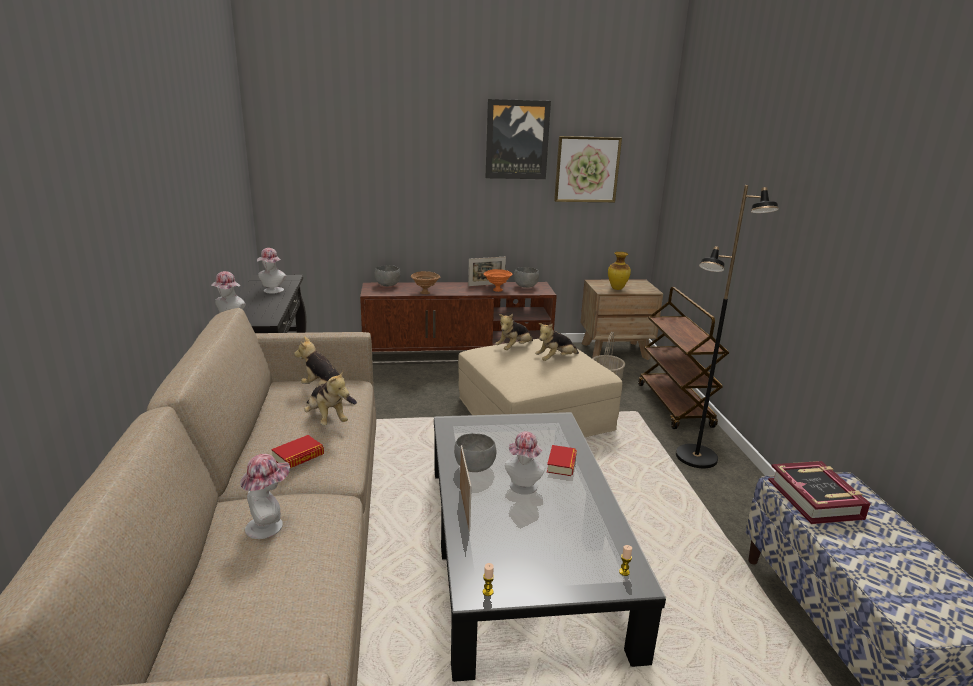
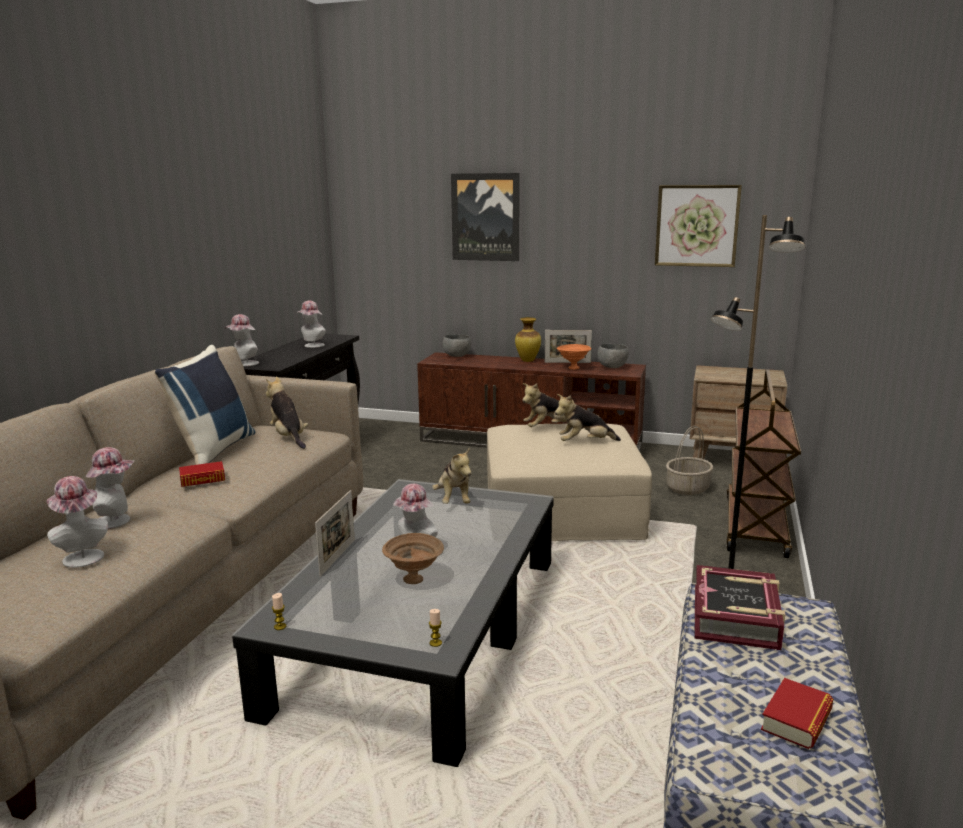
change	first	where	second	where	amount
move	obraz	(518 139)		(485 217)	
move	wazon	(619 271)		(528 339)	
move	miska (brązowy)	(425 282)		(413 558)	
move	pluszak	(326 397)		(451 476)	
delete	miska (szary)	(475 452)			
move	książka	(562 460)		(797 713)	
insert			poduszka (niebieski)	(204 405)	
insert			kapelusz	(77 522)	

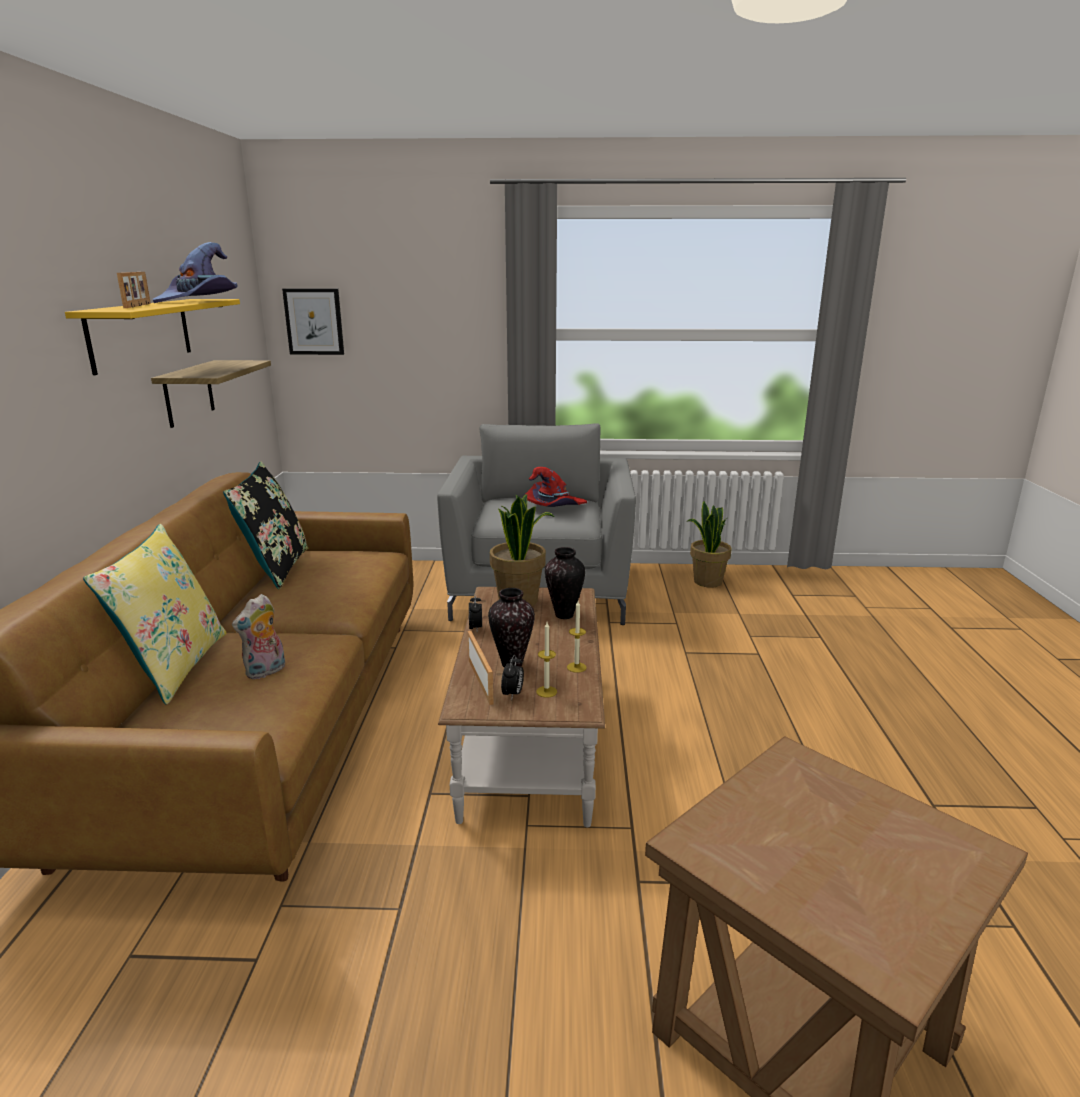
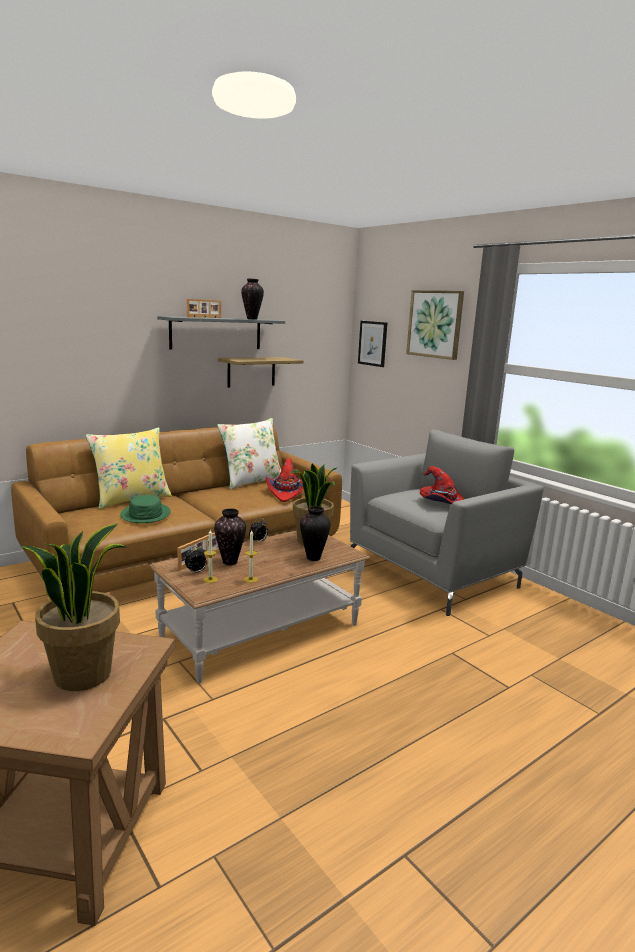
change	first	where	second	where	amount
replace	kapelusz (fioletowy)	(195 272)	wazon	(252 299)	
recolor	półka (żółty)	(152 337)	półka (szary)	(221 332)	
recolor	poduszka (czarny)	(265 525)	poduszka (biały)	(249 454)	
move	roślina doniczkowa	(709 544)		(74 607)	
replace	pluszak	(258 637)	kapelusz (zielony)	(145 509)	
insert			obraz	(435 325)	
insert			kapelusz (czerwony)	(285 480)	

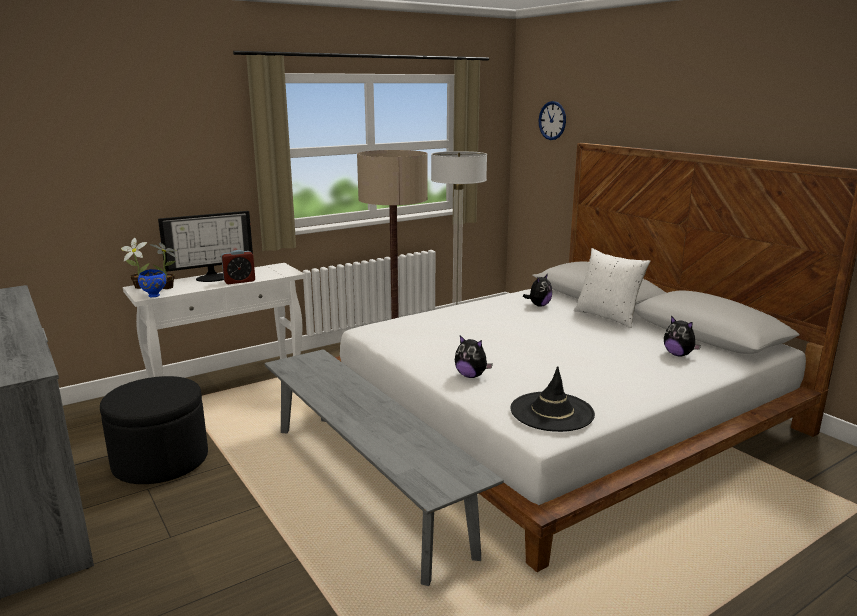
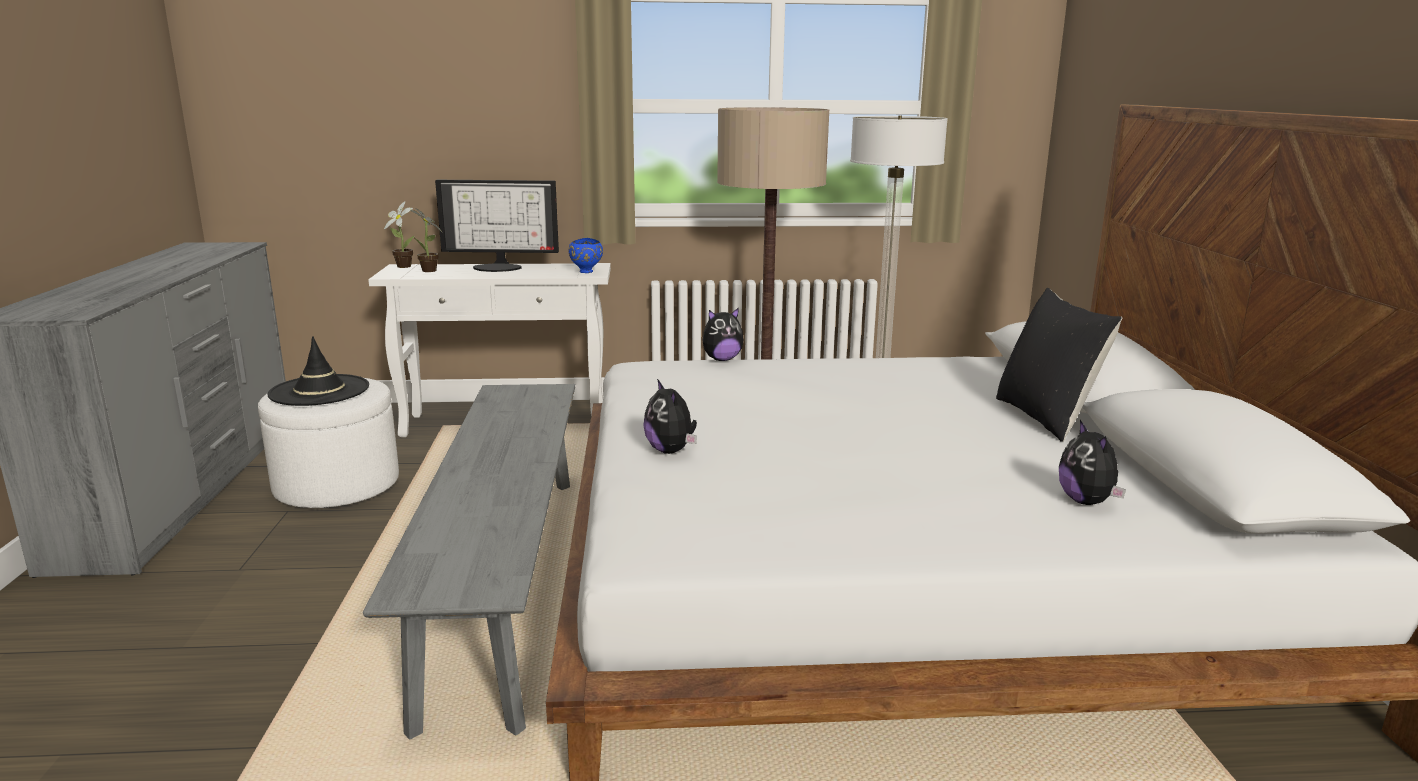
change	first	where	second	where	amount
delete	zegar ścienny	(552 120)			
recolor	poduszka (biały)	(612 288)	poduszka (czarny)	(1059 365)	
delete	budzik	(238 267)			
move	miska (niebieski)	(152 283)		(586 255)	
move	pluszak	(537 290)		(723 334)	
move	kapelusz (czarny)	(552 399)		(318 371)	
recolor	pufa (czarny)	(154 430)	pufa (biały)	(328 443)	

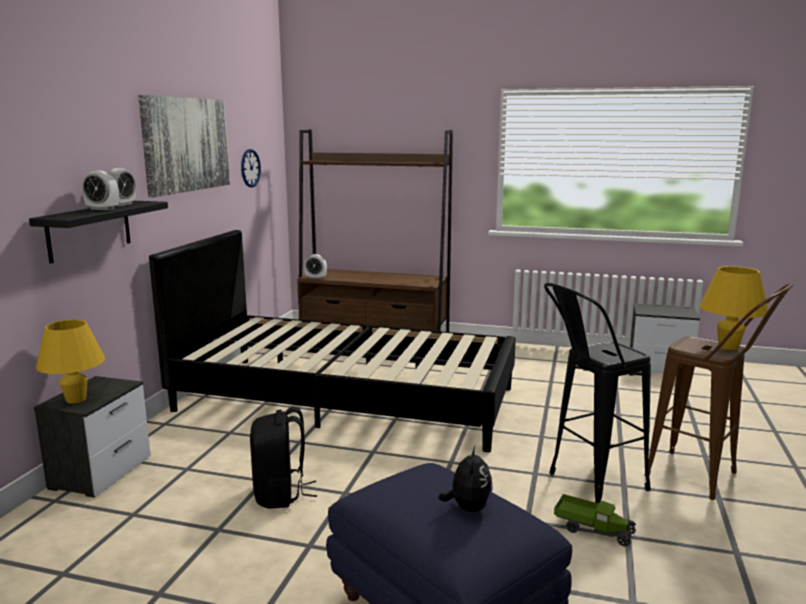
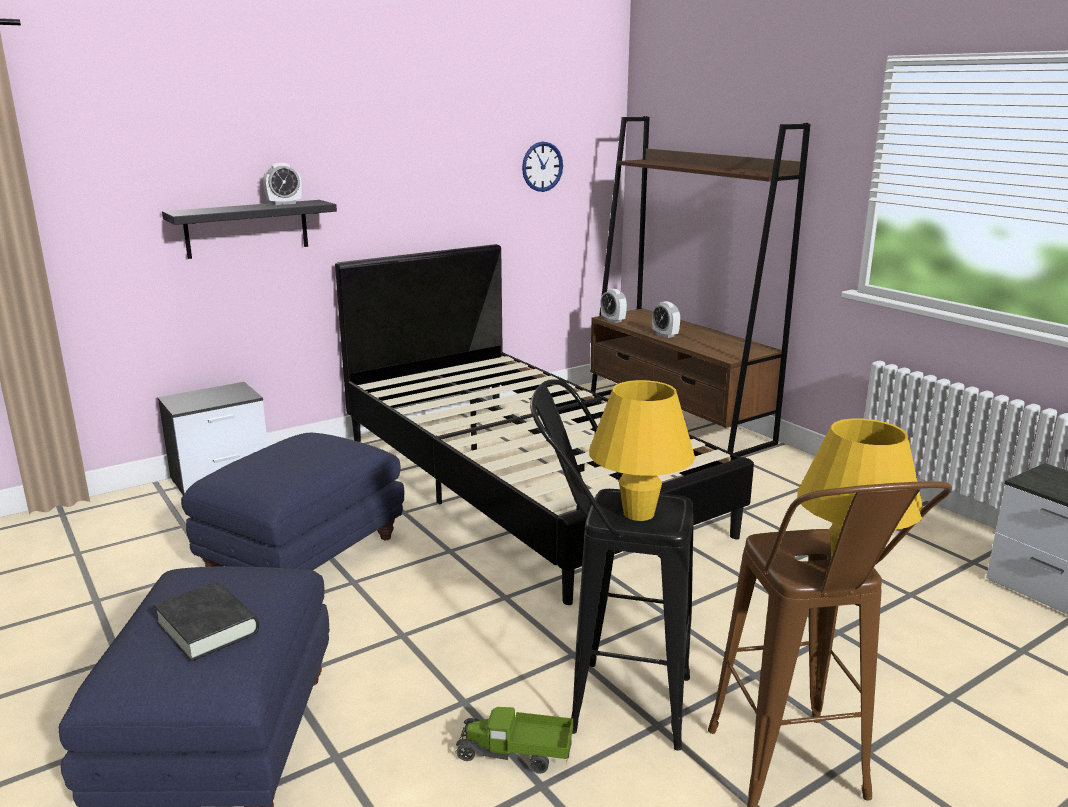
change	first	where	second	where	amount
delete	obraz	(184 146)			
move	budzik	(100 190)		(666 319)	
move	lampa stołowa (żółty)	(70 361)		(642 450)	
replace	plecak (czarny)	(283 458)	pufa (niebieski)	(293 501)	
replace	pluszak	(465 479)	książka (czarny)	(206 622)	
rotate	ciężarówka zabawkowa	(595 520)		(514 740)	120 degrees clockwise

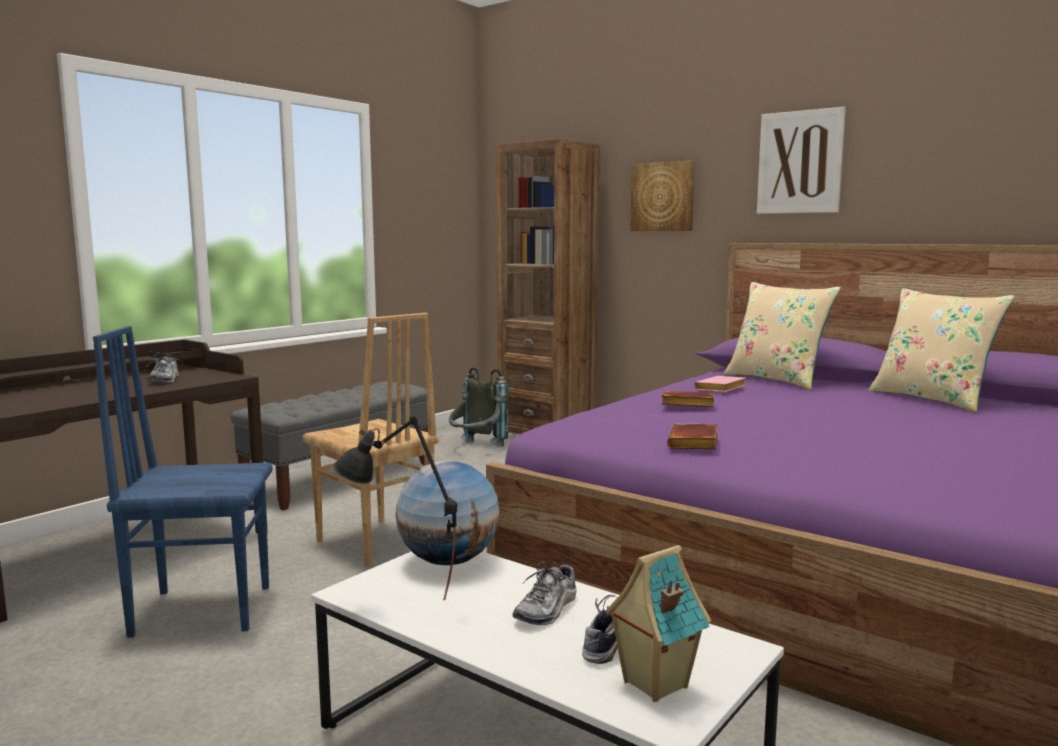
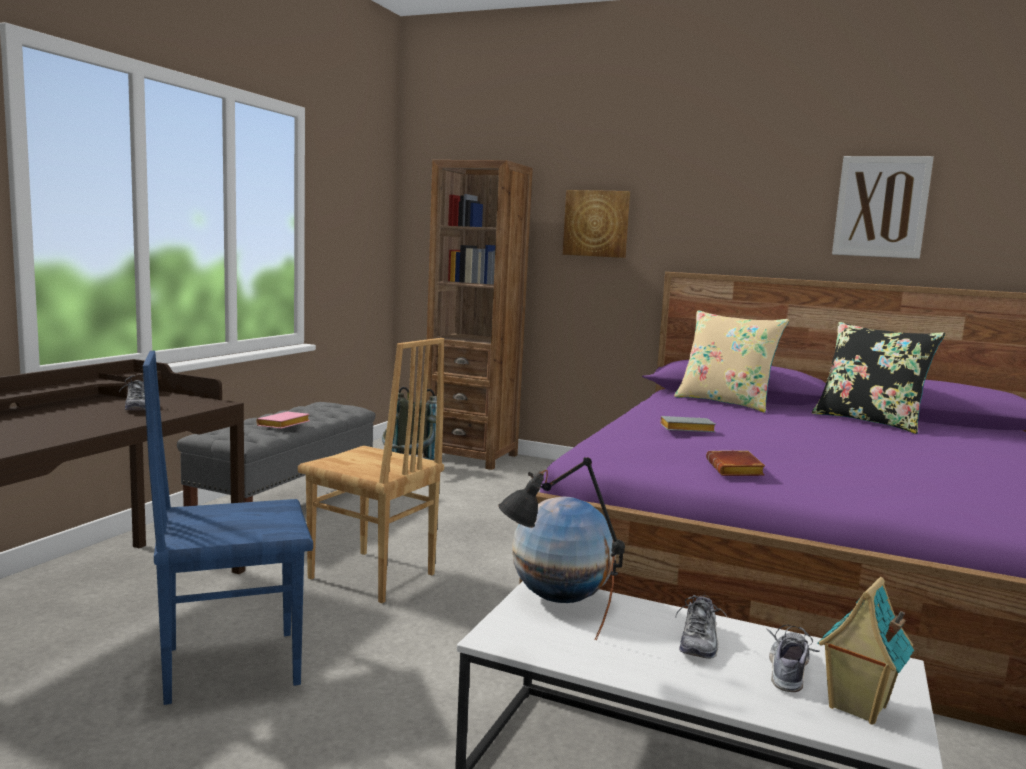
change	first	where	second	where	amount
move	obraz	(801 160)		(883 207)	
recolor	poduszka (beżowy)	(942 350)	poduszka (czarny)	(878 378)	
move	książka (różowy)	(720 384)		(283 420)	
recolor	książka (brązowy)	(688 399)	książka (szary)	(688 424)	

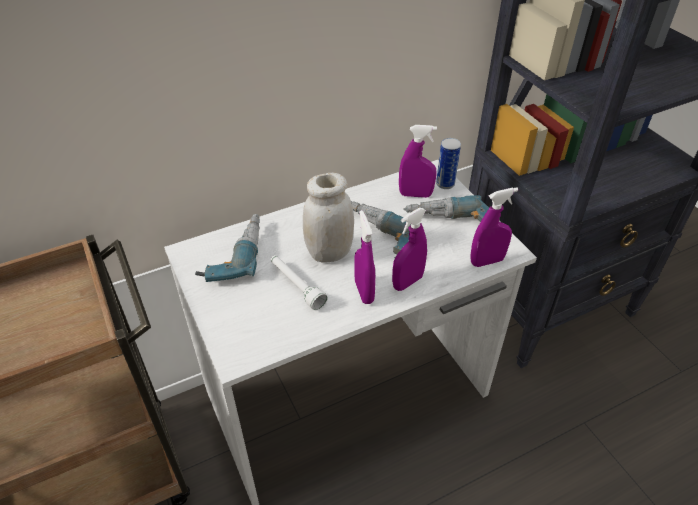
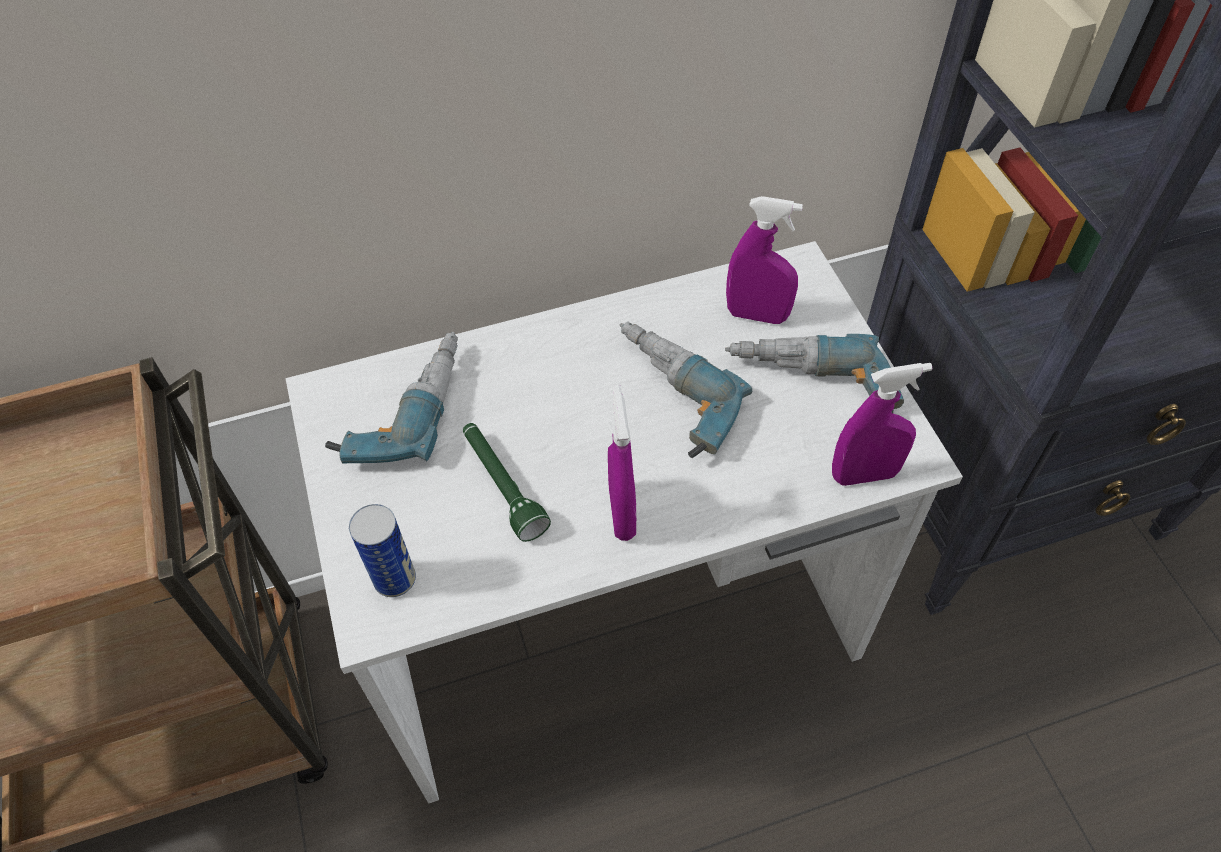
change	first	where	second	where	amount
move	puszka	(448 163)		(382 550)	
delete	słoik (biały)	(328 218)			
delete	spryskiwacz (fioletowy)	(409 249)			
recolor	latarka (biały)	(299 282)	latarka (zielony)	(507 482)	

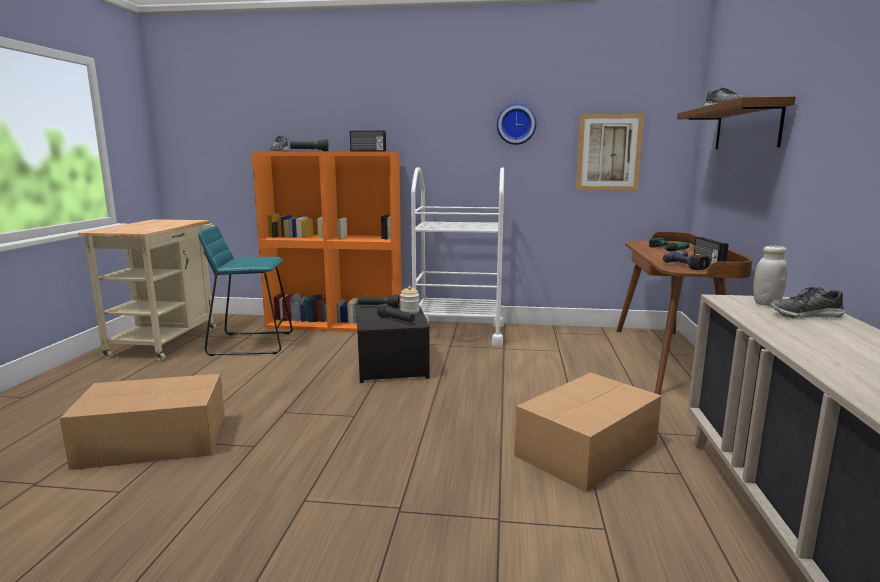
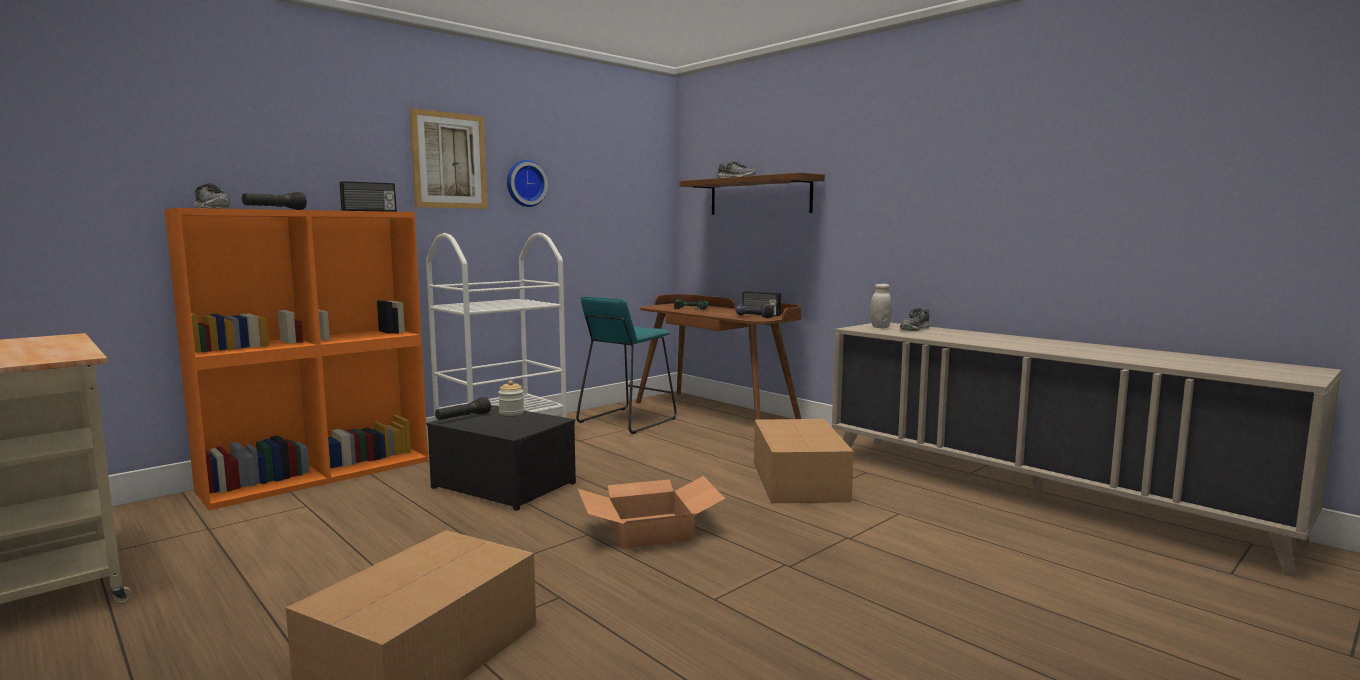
change	first	where	second	where	amount
move	obraz	(610 152)		(449 158)	
move	stołek (turkusowy)	(245 291)		(626 365)	
delete	latarka (czarny)	(396 313)			
insert			karton	(651 512)	

